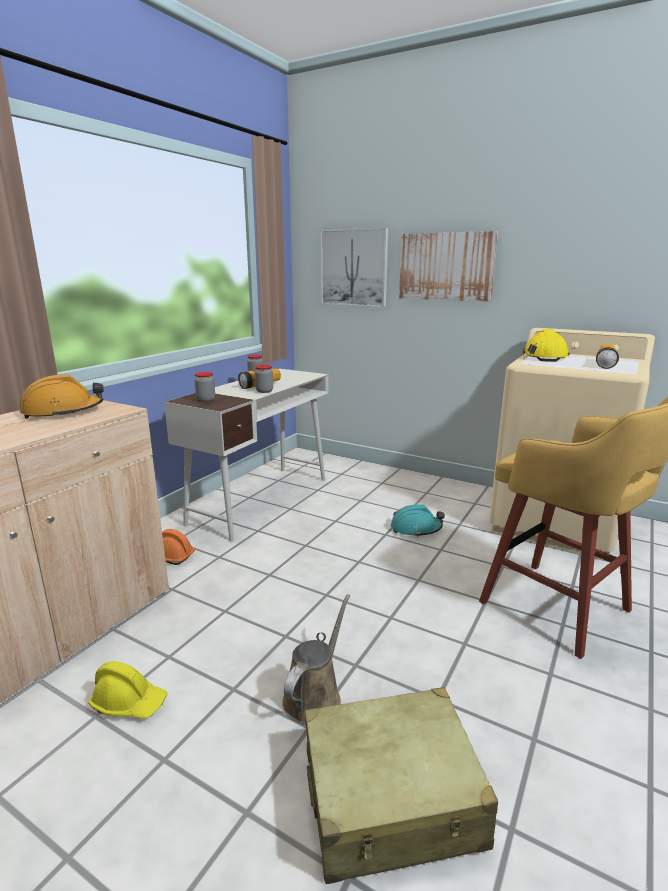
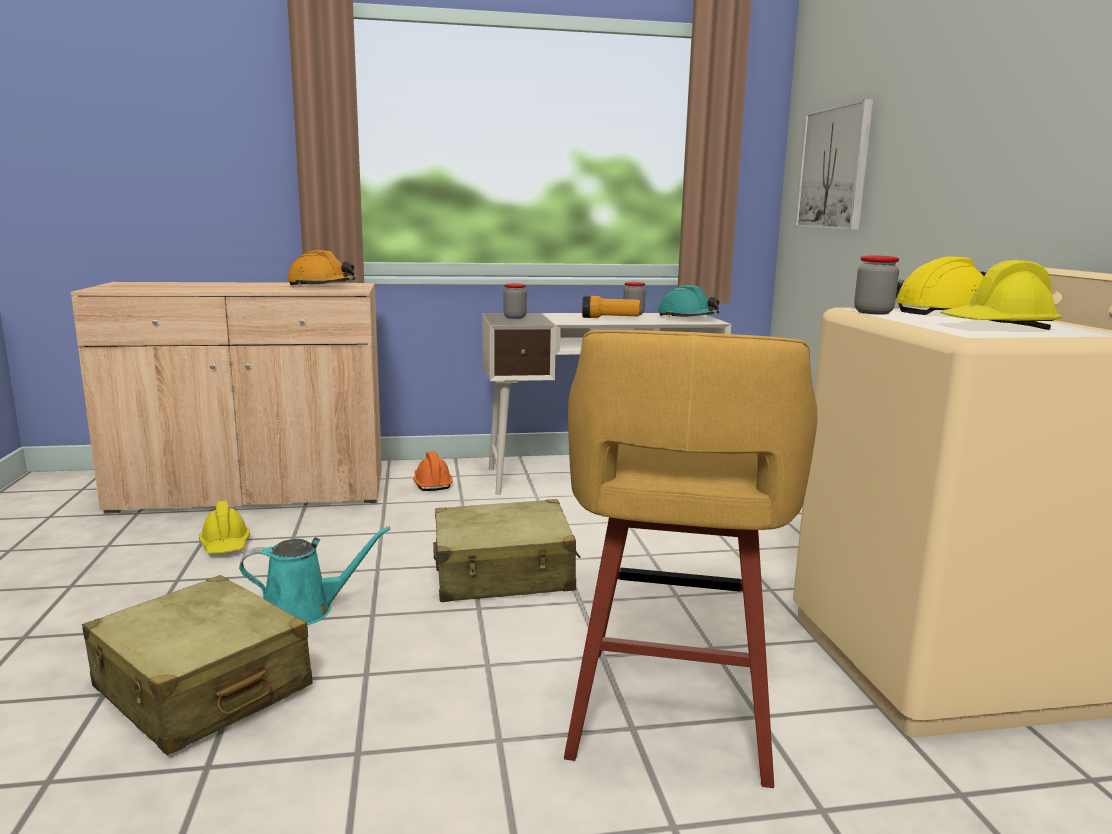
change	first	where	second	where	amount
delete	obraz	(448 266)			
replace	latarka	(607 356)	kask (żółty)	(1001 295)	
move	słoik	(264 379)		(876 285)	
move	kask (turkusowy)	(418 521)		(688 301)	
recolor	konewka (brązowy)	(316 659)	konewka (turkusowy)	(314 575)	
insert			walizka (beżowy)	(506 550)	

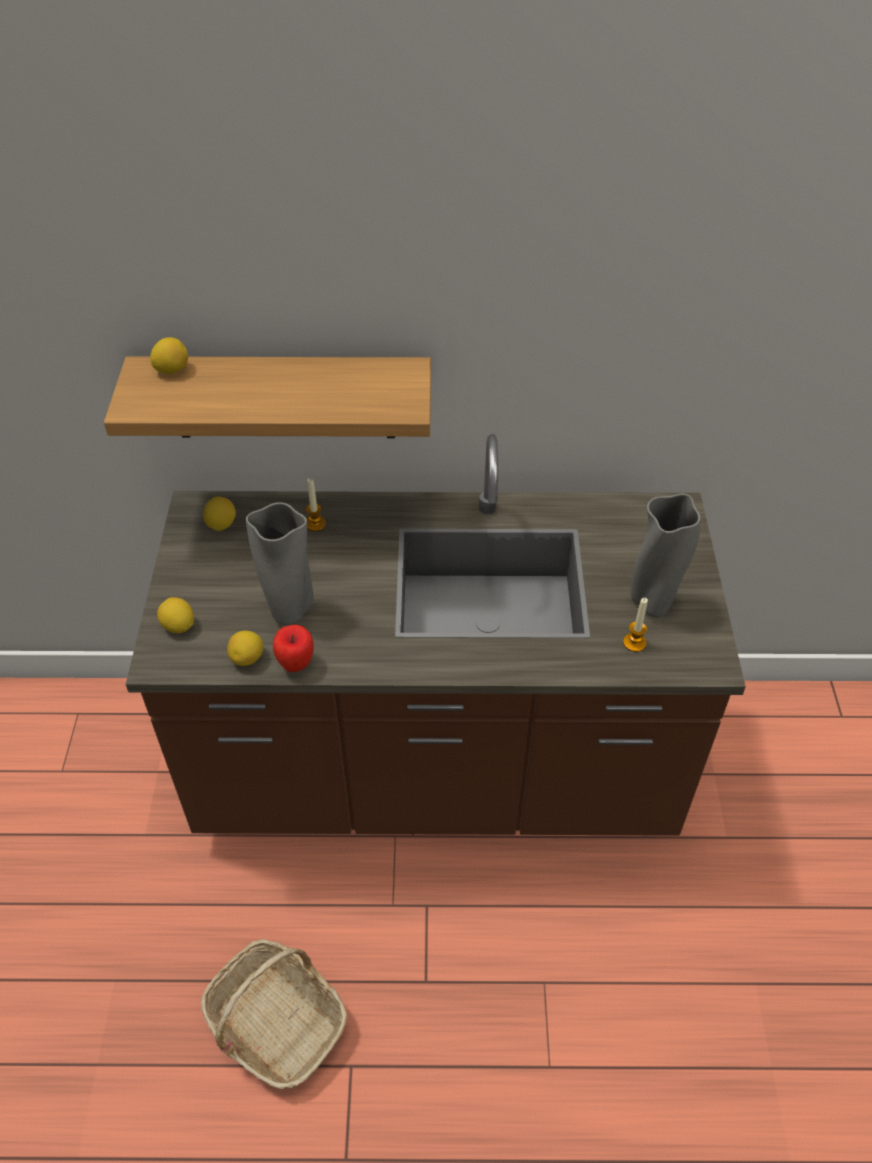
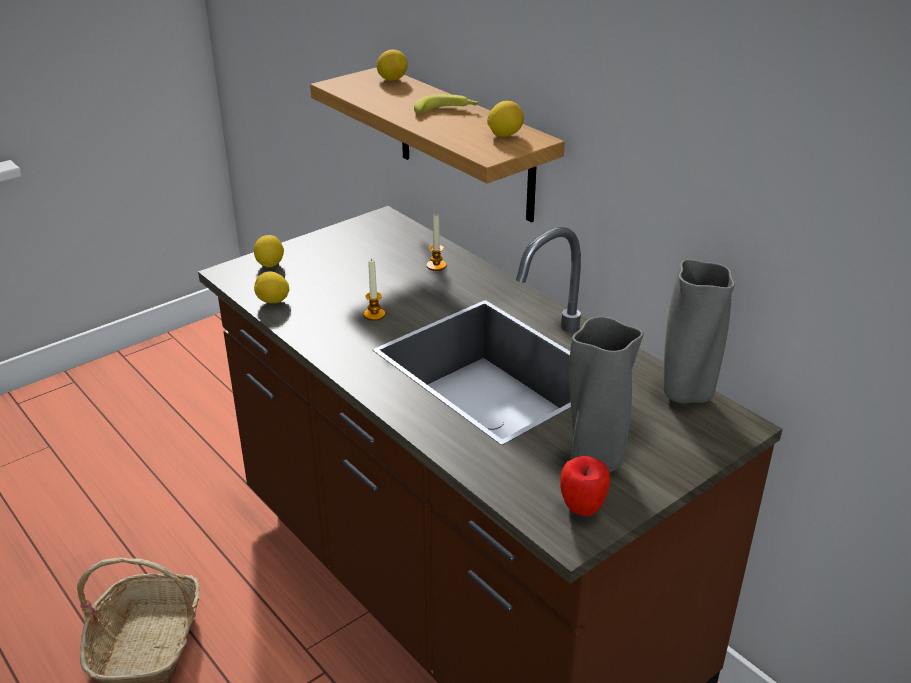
change	first	where	second	where	amount
move	cytryna	(219 514)		(505 119)	
move	wazon (szary)	(280 563)		(699 331)	
move	świeca	(635 625)		(374 289)	
move	jabłko	(293 648)		(585 486)	
insert			banan	(447 104)	

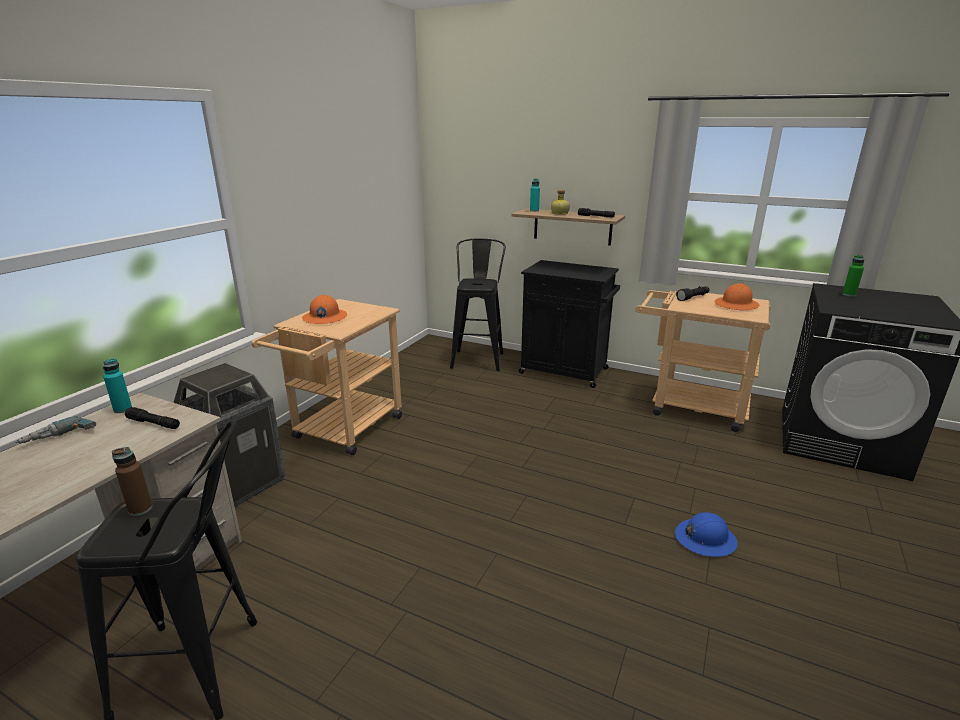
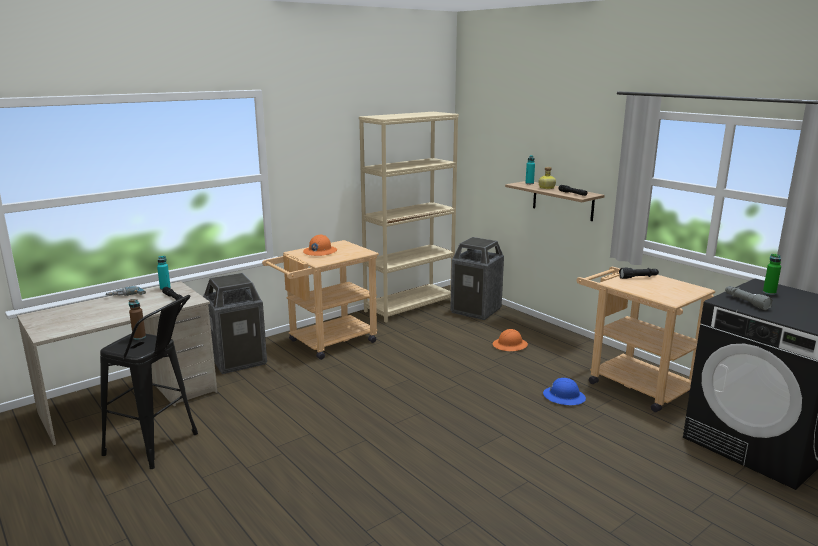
change	first	where	second	where	amount
replace	stołek (czarny)	(478 305)	kosz na śmieci	(477 278)	
delete	szafka (czarny)	(569 324)			
move	kask (pomarańczowy)	(737 296)		(510 340)	
move	kask (niebieski)	(706 534)		(564 391)	
insert			regał (beżowy)	(409 217)	
insert			latarka (szary)	(749 298)	

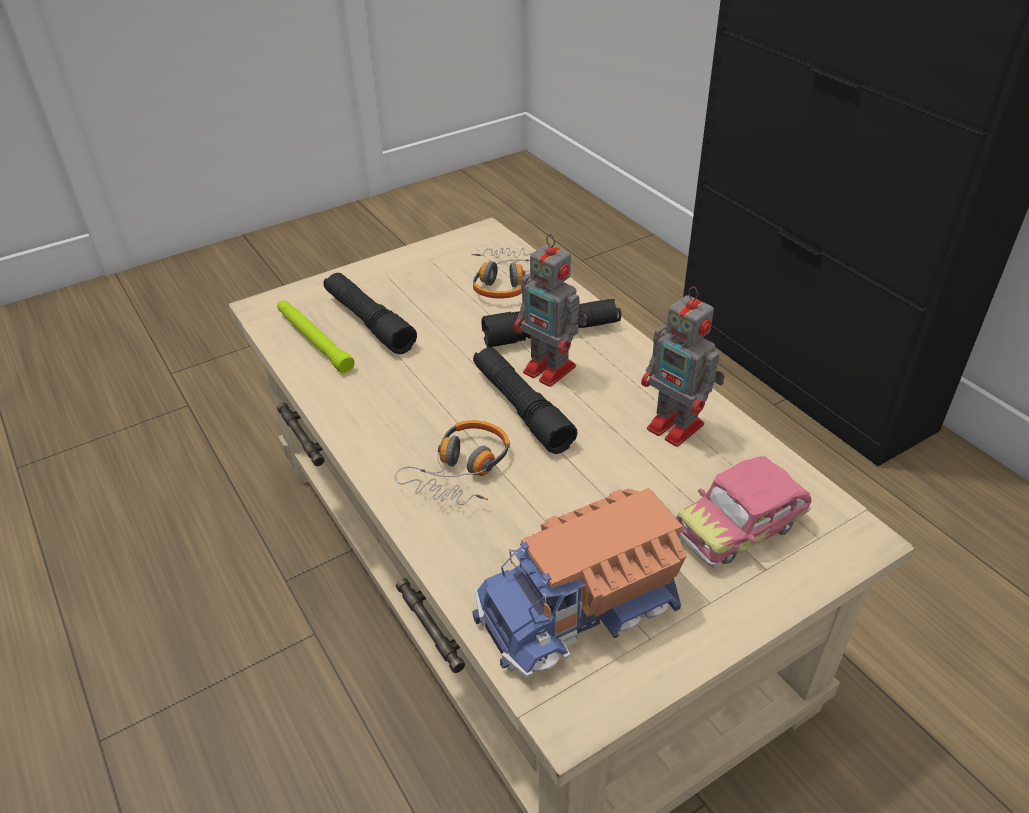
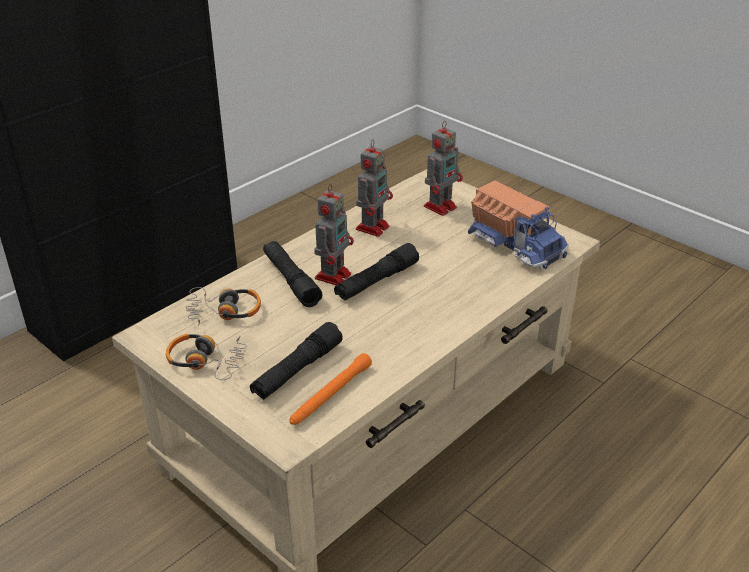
change	first	where	second	where	amount
recolor	latarka (zielony)	(316 336)	latarka (pomarańczowy)	(331 389)	
move	słuchawki	(452 462)		(206 357)	
replace	samochodzik	(744 512)	robot zabawkowy	(443 168)	

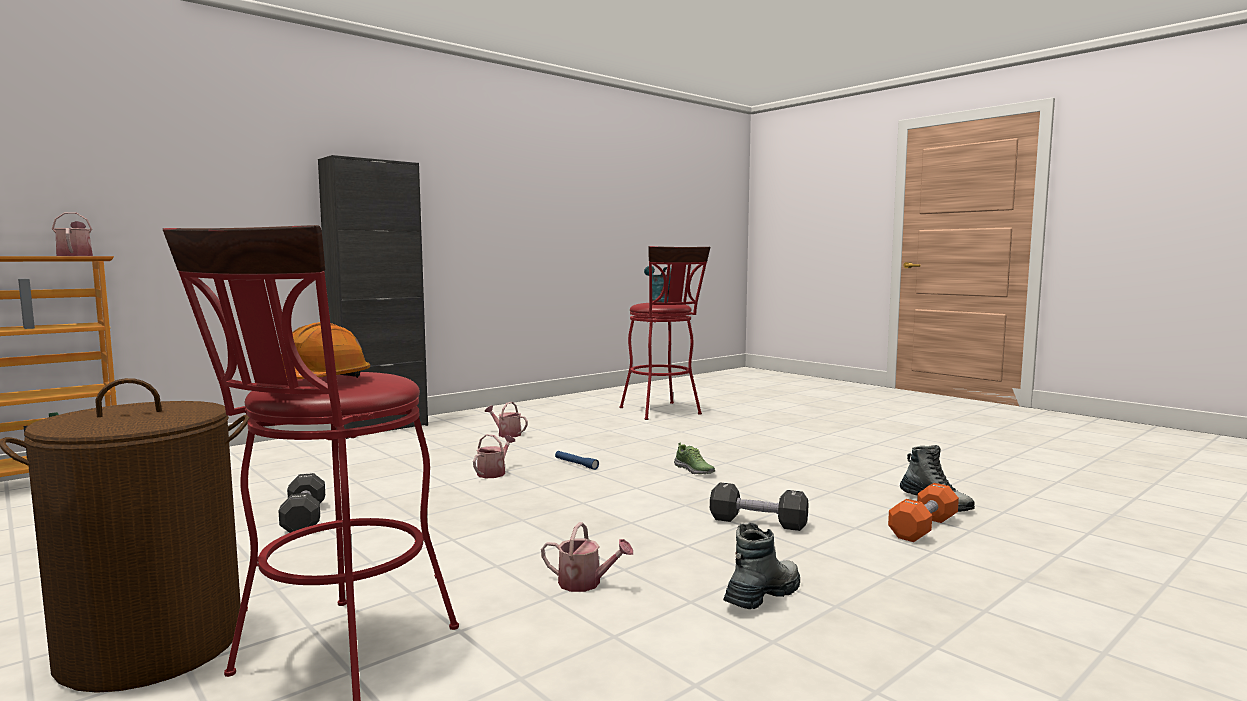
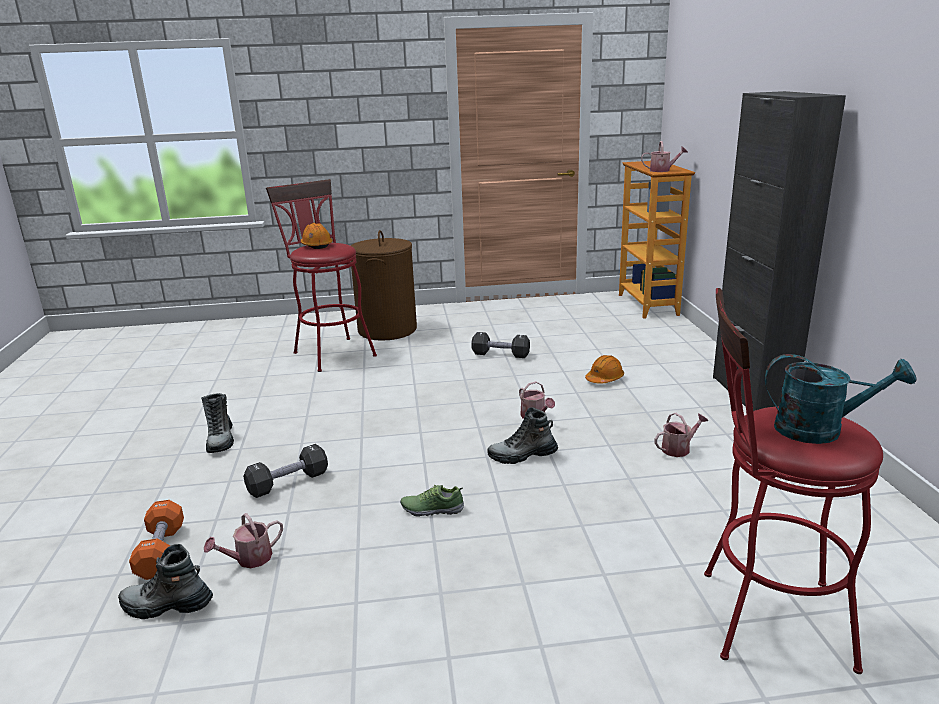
change	first	where	second	where	amount
replace	latarka (niebieski)	(577 460)	but z cholewką	(522 435)	
move	konewka	(587 557)		(243 540)	
insert			kask (pomarańczowy)	(604 369)	

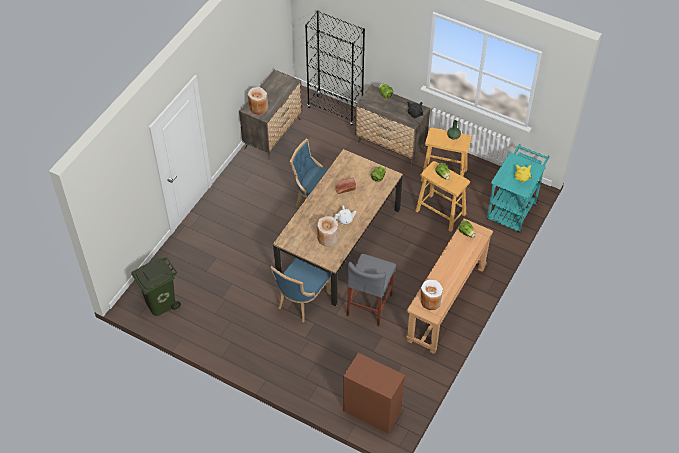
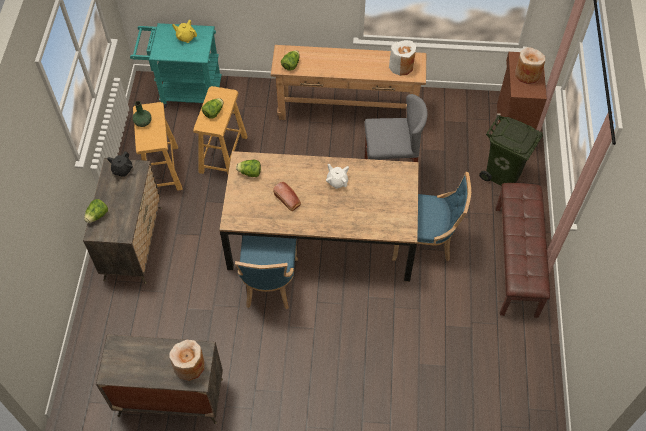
change	first	where	second	where	amount
delete	regał (czarny)	(335 68)			
move	wazon (beżowy)	(327 231)		(530 65)	
move	kosz na śmieci (zielony)	(156 286)		(511 150)	
insert			ławka (brązowy)	(523 250)	

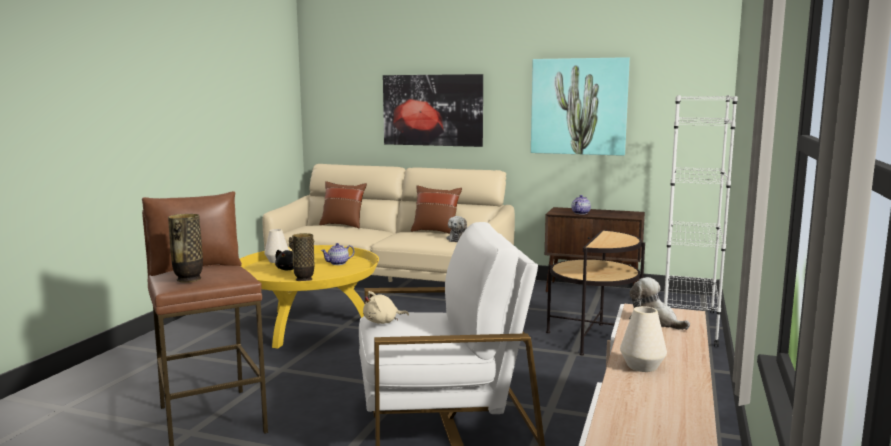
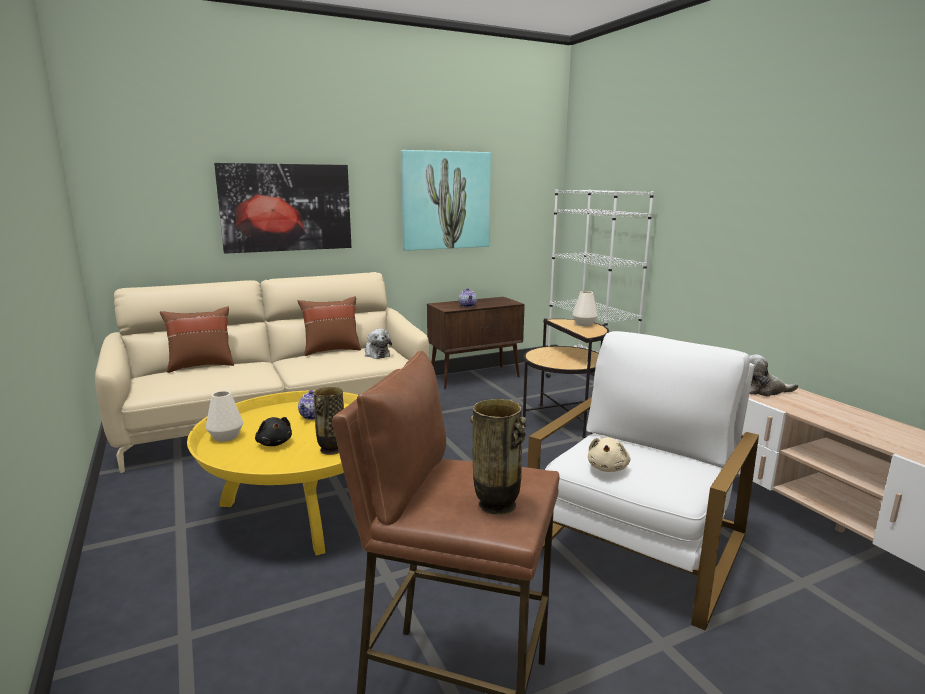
change	first	where	second	where	amount
move	wazon (biały)	(643 339)		(585 308)	

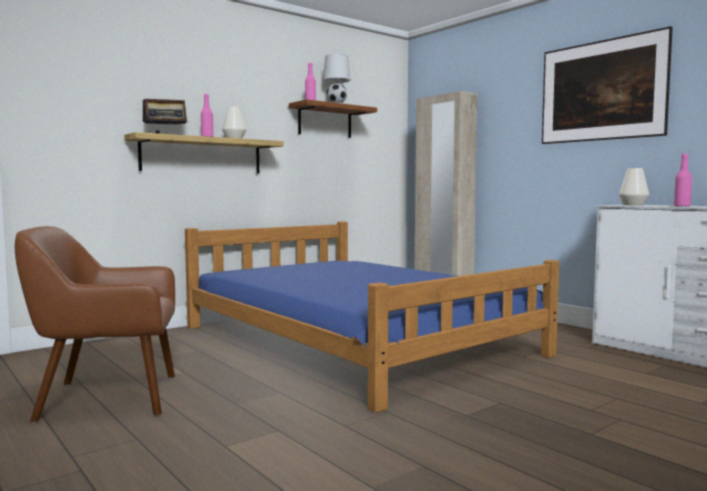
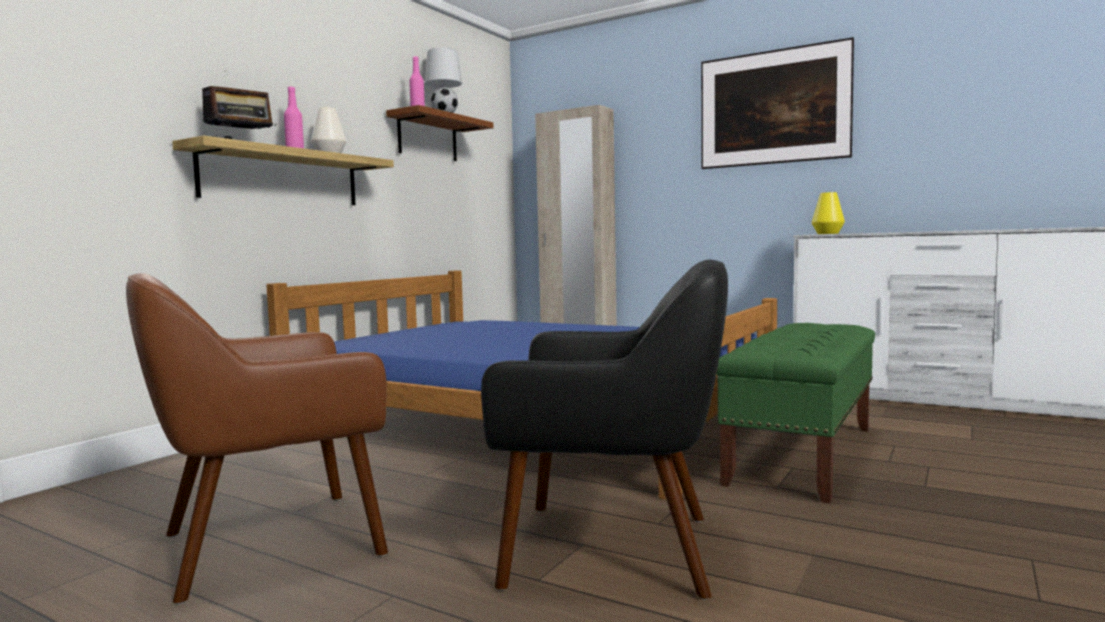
change	first	where	second	where	amount
delete	butelka (różowy)	(683 180)			
recolor	wazon (biały)	(634 186)	wazon (żółty)	(828 213)	
insert			fotel (czarny)	(604 430)	
insert			ławka (zielony)	(795 413)	

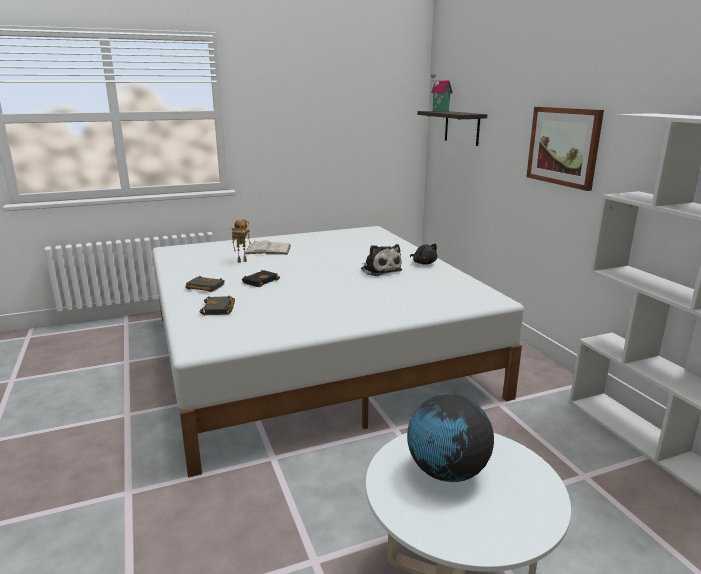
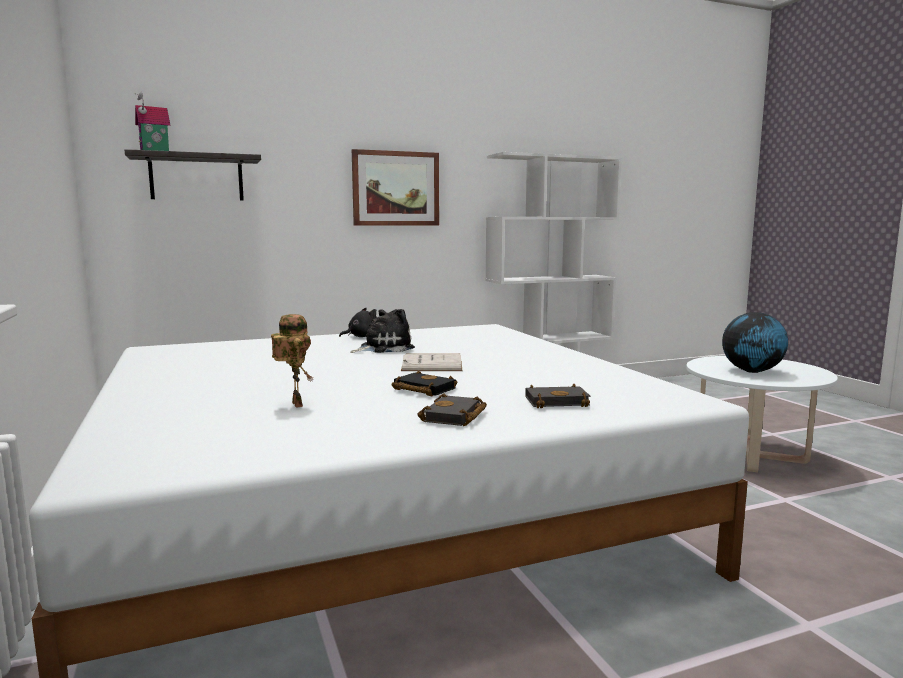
change	first	where	second	where	amount
move	książka (biały)	(268 247)		(431 362)	

